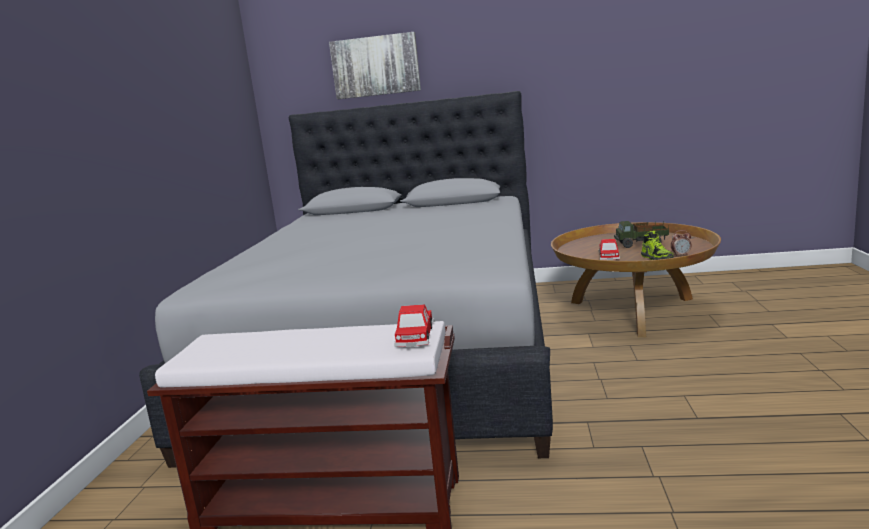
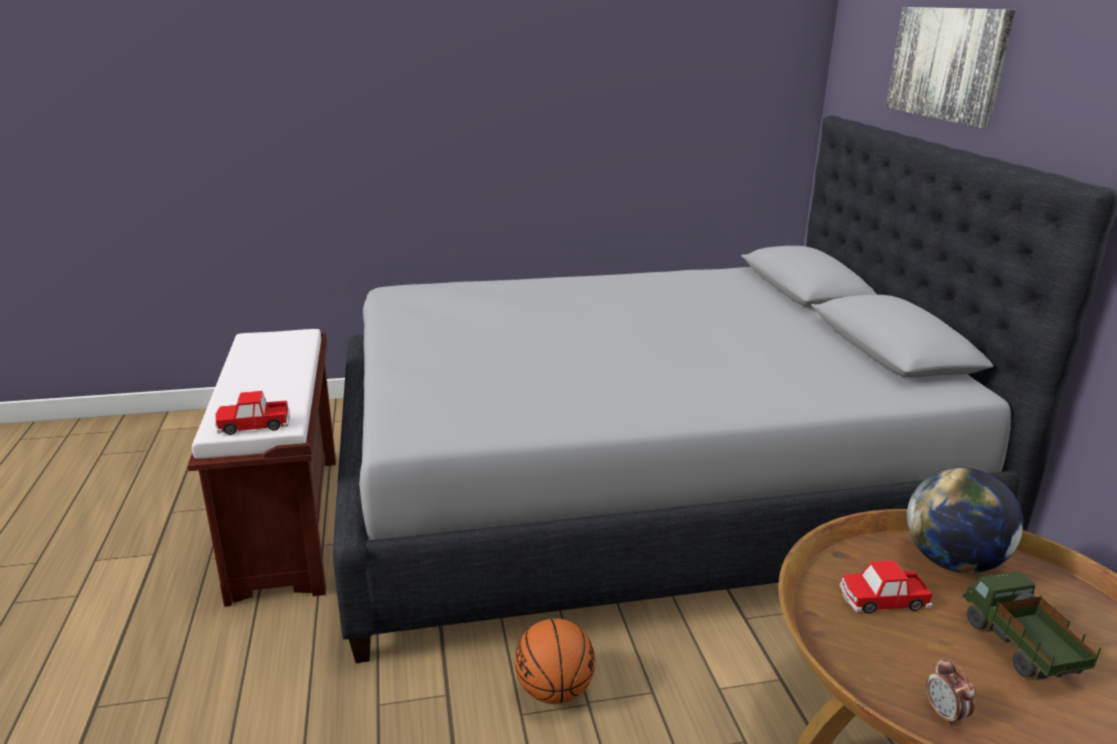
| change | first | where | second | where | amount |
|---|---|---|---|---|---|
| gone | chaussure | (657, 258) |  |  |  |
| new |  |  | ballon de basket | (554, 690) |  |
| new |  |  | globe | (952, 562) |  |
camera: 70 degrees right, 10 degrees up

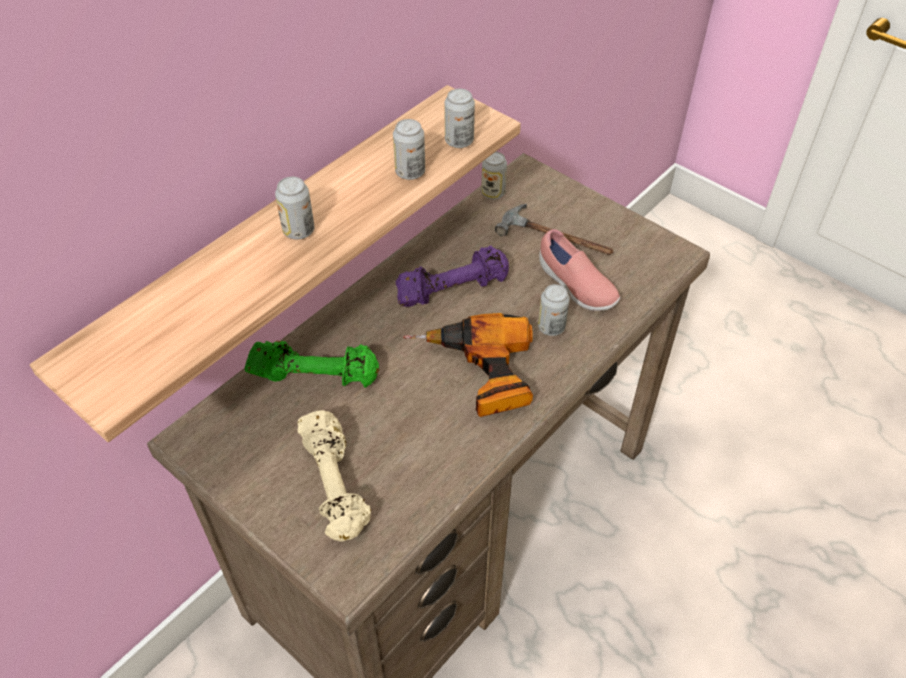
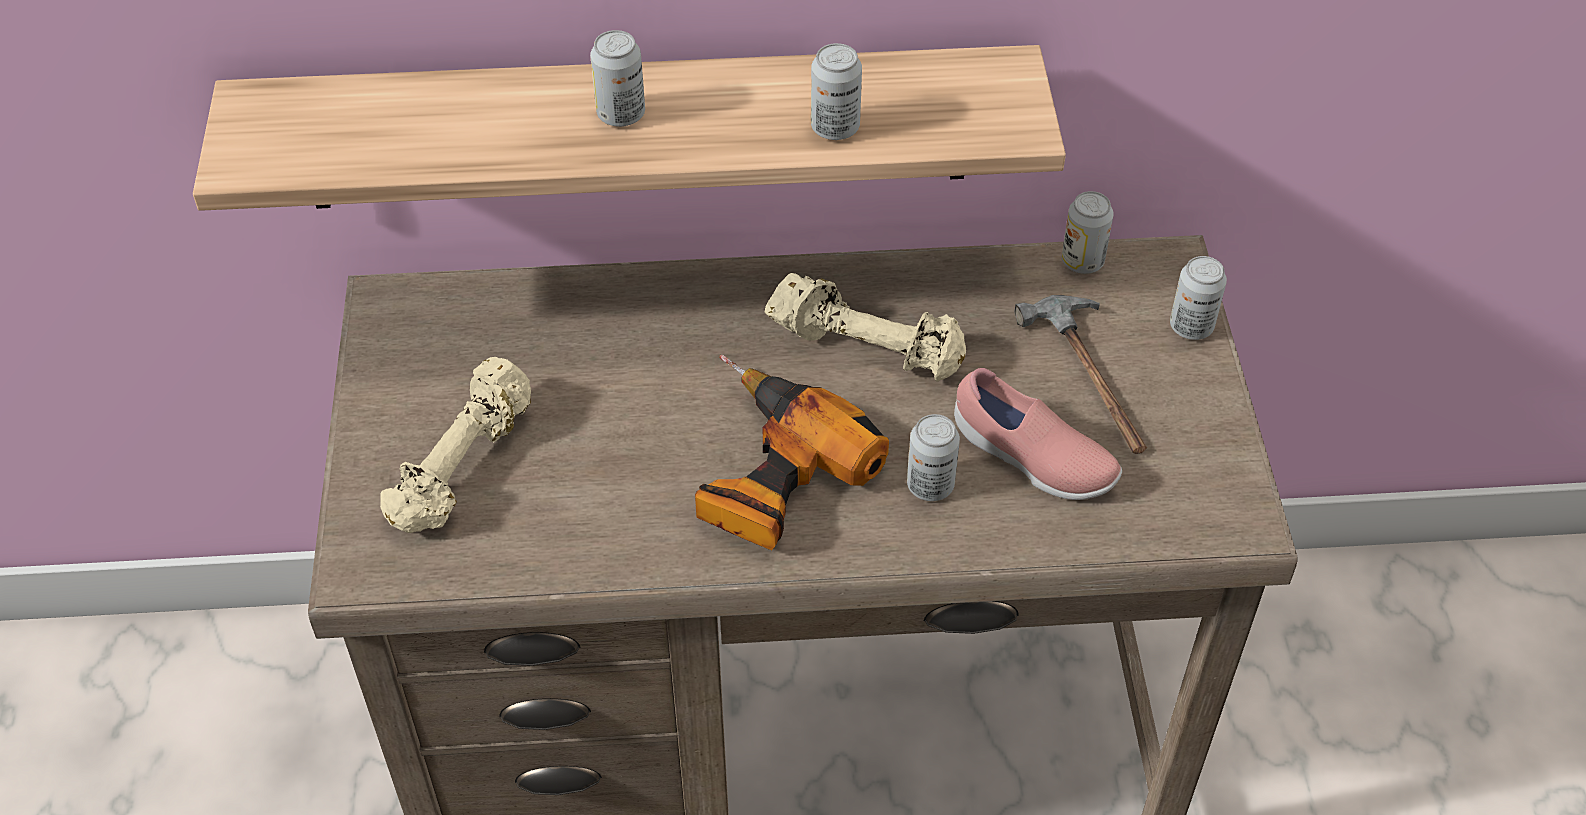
| change | first | where | second | where | amount |
|---|---|---|---|---|---|
| gone | haltère (vert) | (315, 375) |  |  |  |
| shifted | boîte métallique | (459, 141) |  | (1191, 326) |  |
| repainted | haltère (violet) | (451, 289) | haltère (beige) | (866, 346) |  |
| rotated | chaussure (rose) | (575, 286) |  | (1032, 459) | 60 degrees counterclockwise |
camera: 45 degrees right, 0 degrees up

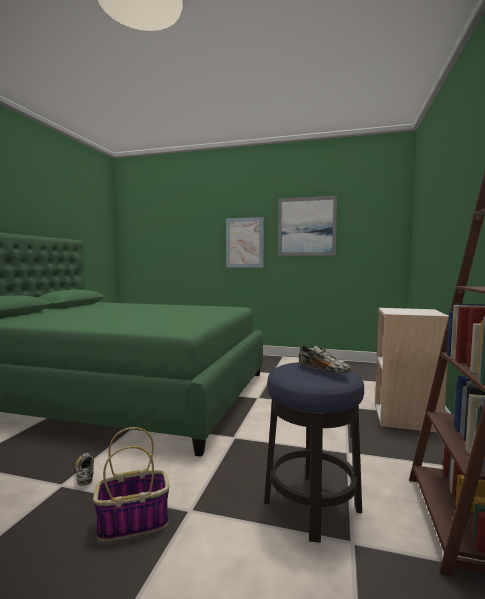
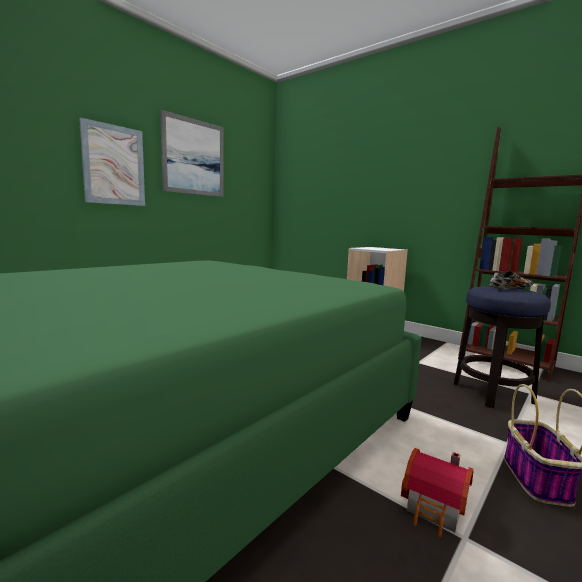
| change | first | where | second | where | amount |
|---|---|---|---|---|---|
| swapped | chaussure | (85, 474) | maison miniature | (436, 510) |  |
camera: 65 degrees left, 5 degrees up

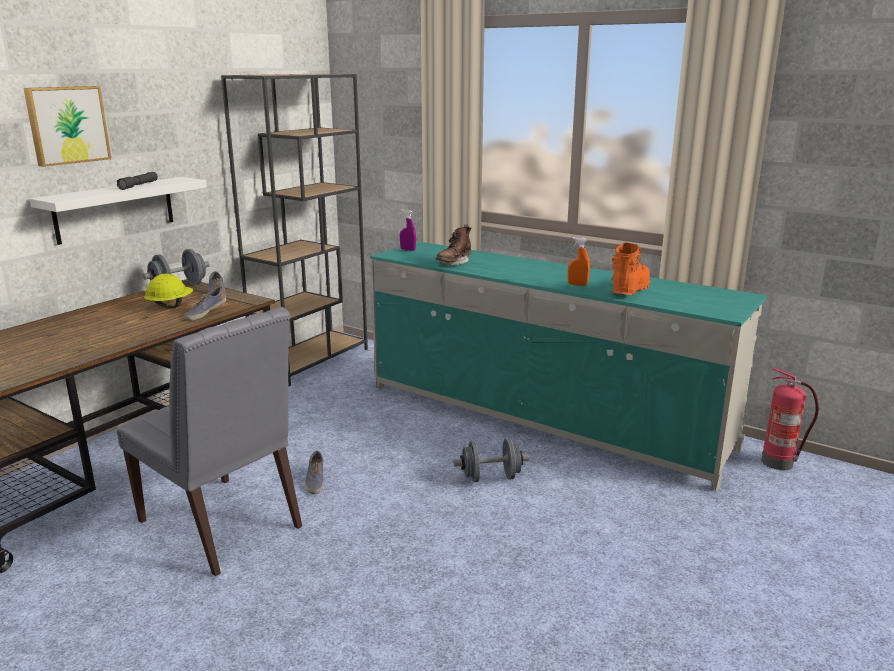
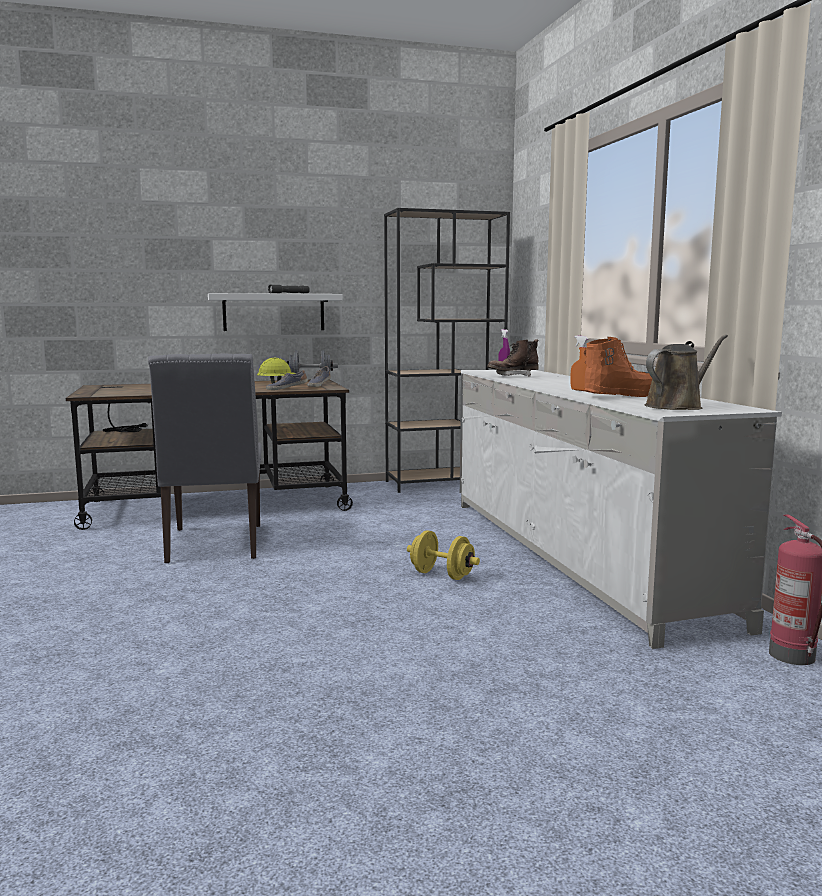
| change | first | where | second | where | amount |
|---|---|---|---|---|---|
| gone | tableau | (67, 125) |  |  |  |
| gone | chaussure | (315, 480) |  |  |  |
| new |  |  | arrosoir (marron) | (677, 406) |  |
| repainted | meuble de rangement (turquoise) | (541, 417) | meuble de rangement (blanc) | (573, 555) |  |
| repainted | haltère (gris) | (491, 477) | haltère (jaune) | (442, 575) |  |
camera: 40 degrees right, 10 degrees down

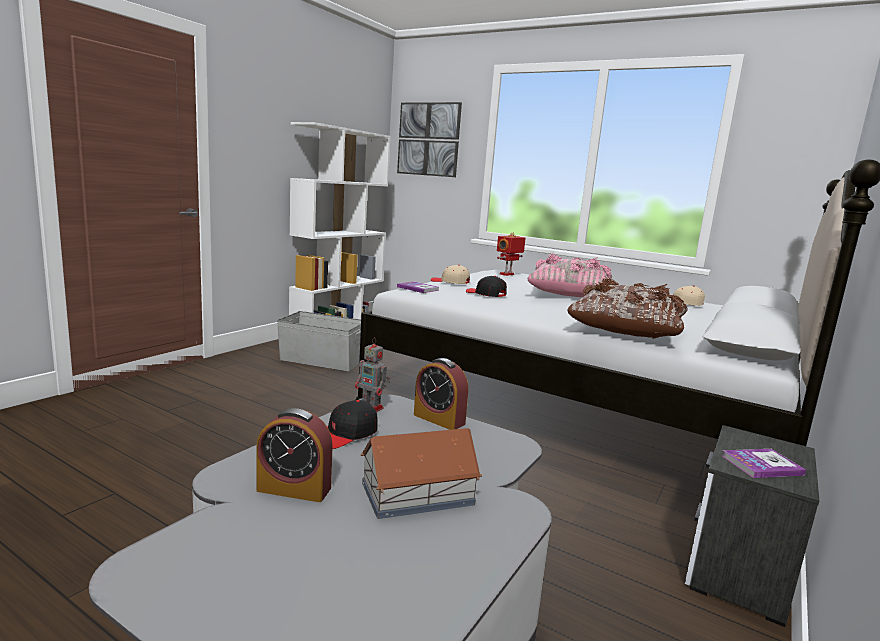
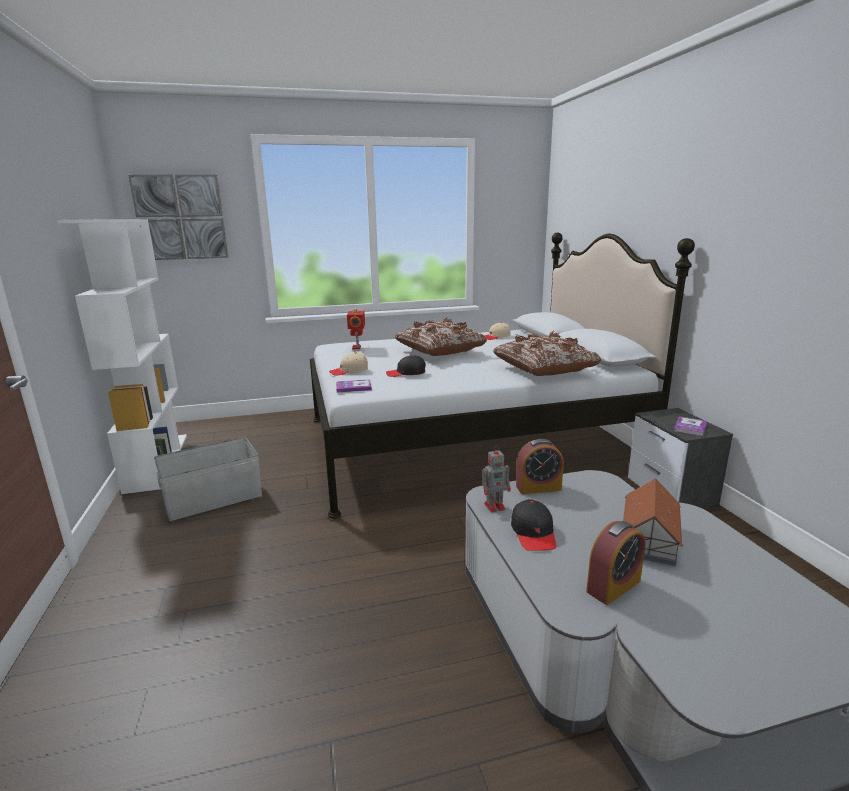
| change | first | where | second | where | amount |
|---|---|---|---|---|---|
| repainted | coussin (rose) | (569, 294) | coussin (marron) | (440, 352) |  |
camera: 45 degrees left, 5 degrees up

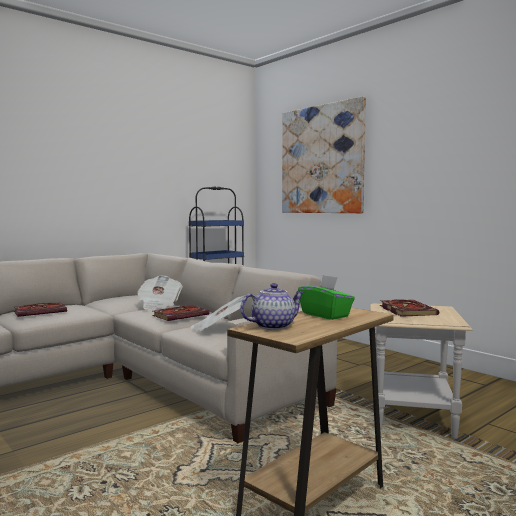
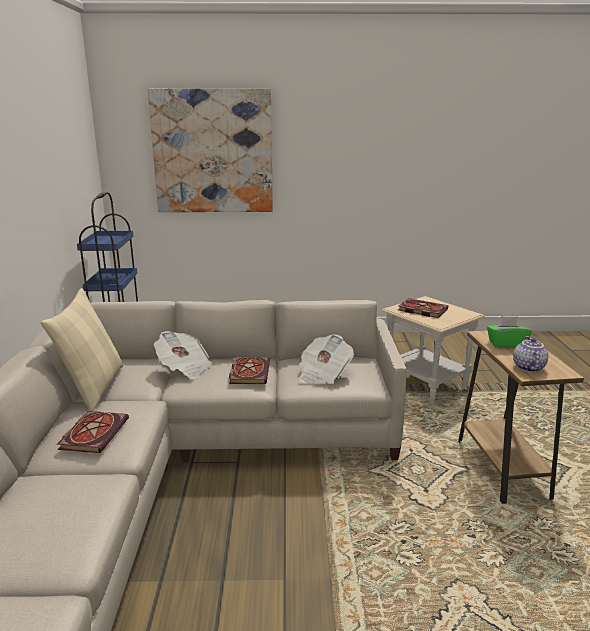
| change | first | where | second | where | amount |
|---|---|---|---|---|---|
| new |  |  | coussin (beige) | (94, 387) |  |
camera: 50 degrees left, 15 degrees up

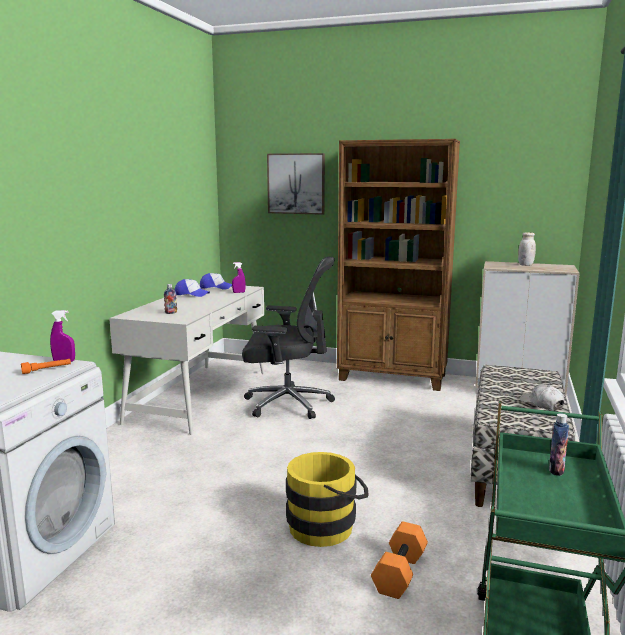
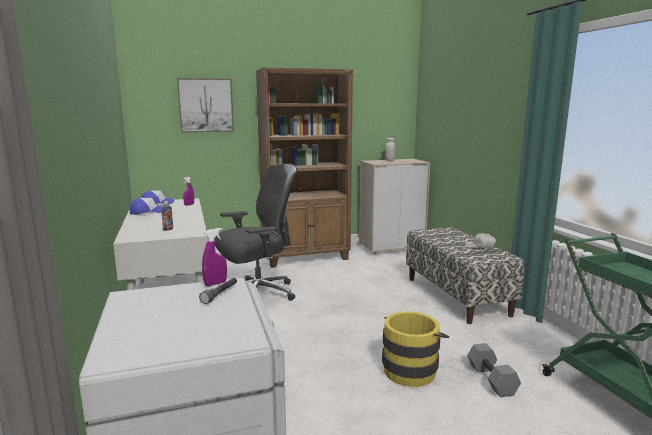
| change | first | where | second | where | amount |
|---|---|---|---|---|---|
| gone | bouteille | (556, 470) |  |  |  |
| repainted | lampe de poche (orange) | (47, 370) | lampe de poche (gris) | (220, 294) |  |
| repainted | haltère (orange) | (400, 573) | haltère (gris) | (492, 380) |  |
camera: 35 degrees left, 0 degrees up

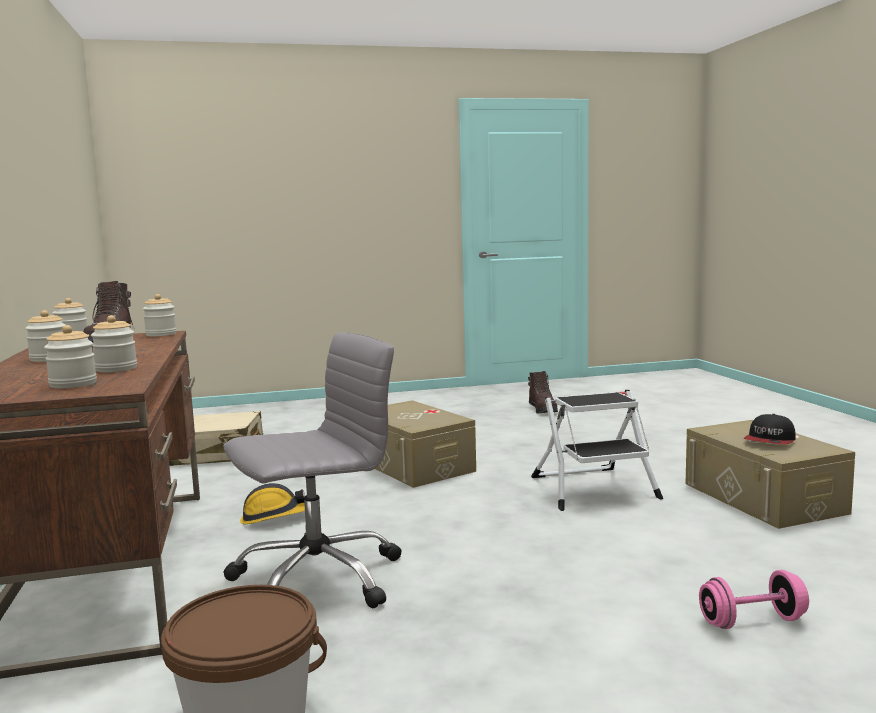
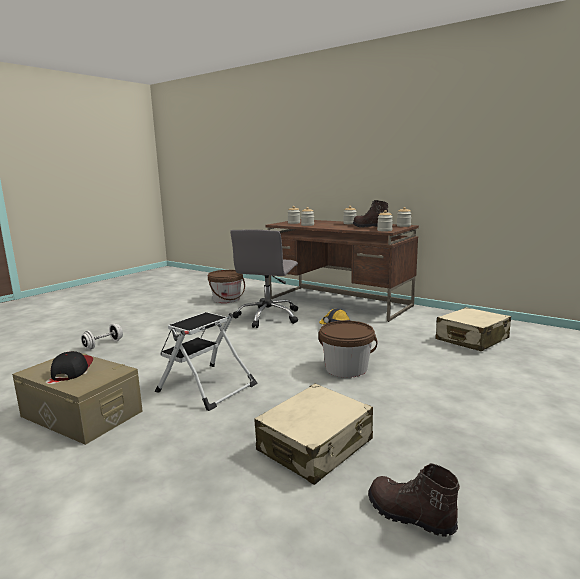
| change | first | where | second | where | amount |
|---|---|---|---|---|---|
| new |  |  | valise (beige) | (315, 446) |  |
| swapped | boîte de rangement (beige) | (413, 465) | seau (marron) | (346, 368) |  |
| repainted | haltère (rose) | (752, 621) | haltère (blanc) | (103, 344) |  |
camera: 140 degrees right, 5 degrees up

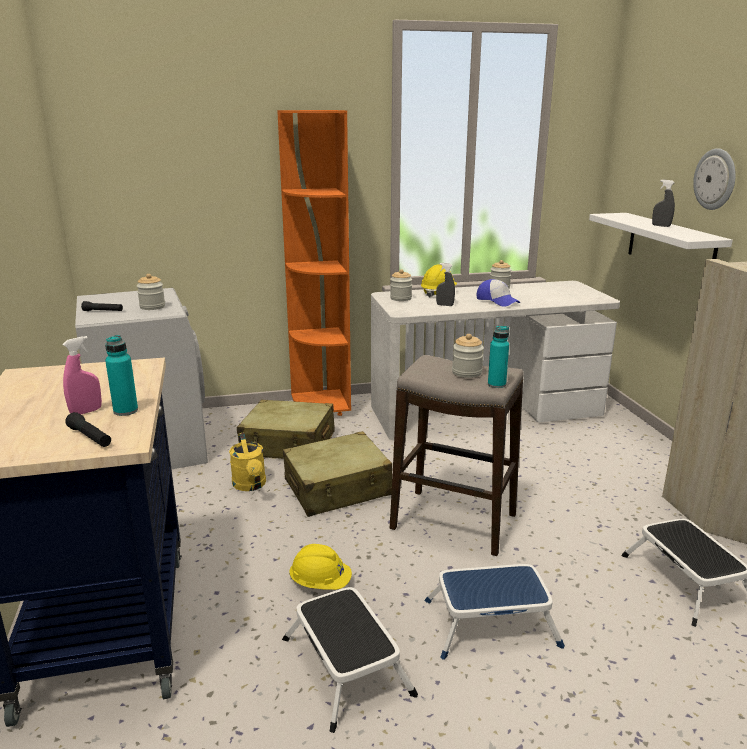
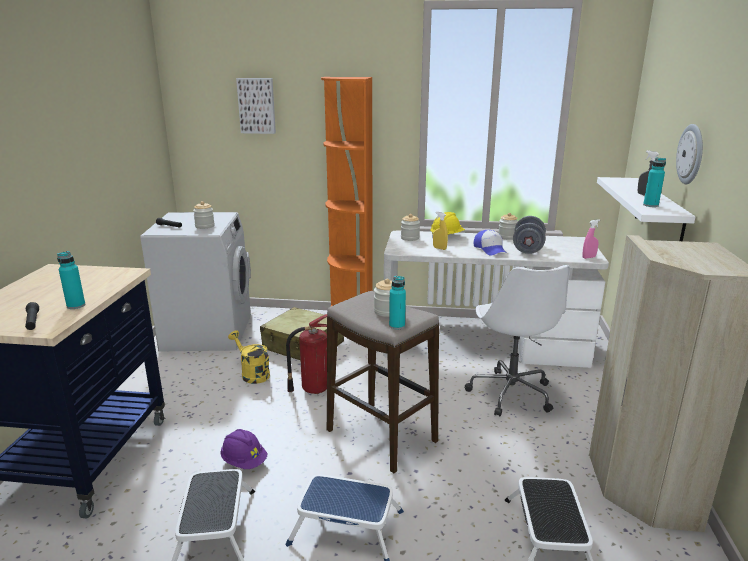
| change | first | where | second | where | amount |
|---|---|---|---|---|---|
| new |  |  | tableau | (257, 105) |  |
| new |  |  | chaise de bureau (blanc) | (511, 395) |  |
| new |  |  | haltère (gris) | (528, 249) |  |
| new |  |  | bouteille (turquoise) | (650, 205) |  |
| shifted | vaporisateur (rose) | (86, 412) |  | (589, 257) |  |
| swapped | valise (beige) | (338, 488) | extincteur | (313, 389) |  |
| repainted | casque de chantier (jaune) | (320, 583) | casque de chantier (violet) | (244, 461) |  |
| repainted | vaporisateur (gris) | (444, 305) | vaporisateur (jaune) | (439, 248) |  |
| rotated | arrosoir (jaune) | (250, 485) |  | (252, 374) | 135 degrees clockwise |
camera: 20 degrees right, 0 degrees up

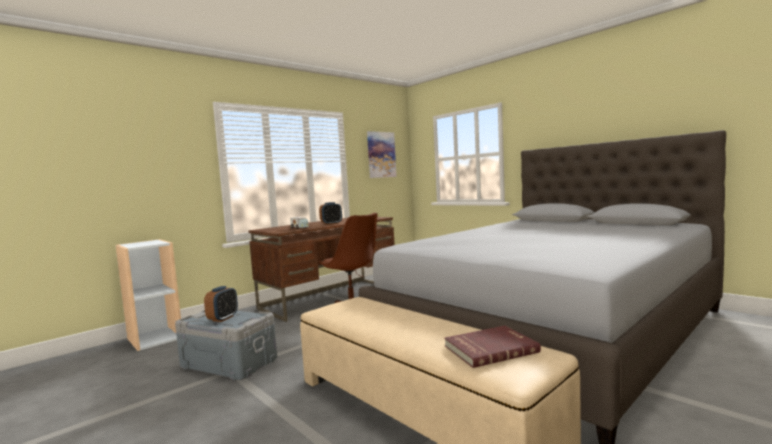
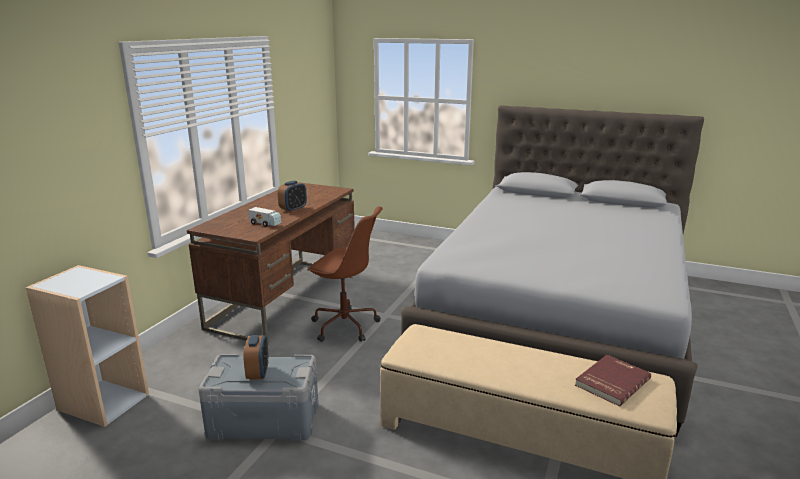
| change | first | where | second | where | amount |
|---|---|---|---|---|---|
| gone | tableau | (381, 155) |  |  |  |
camera: 25 degrees left, 15 degrees up

